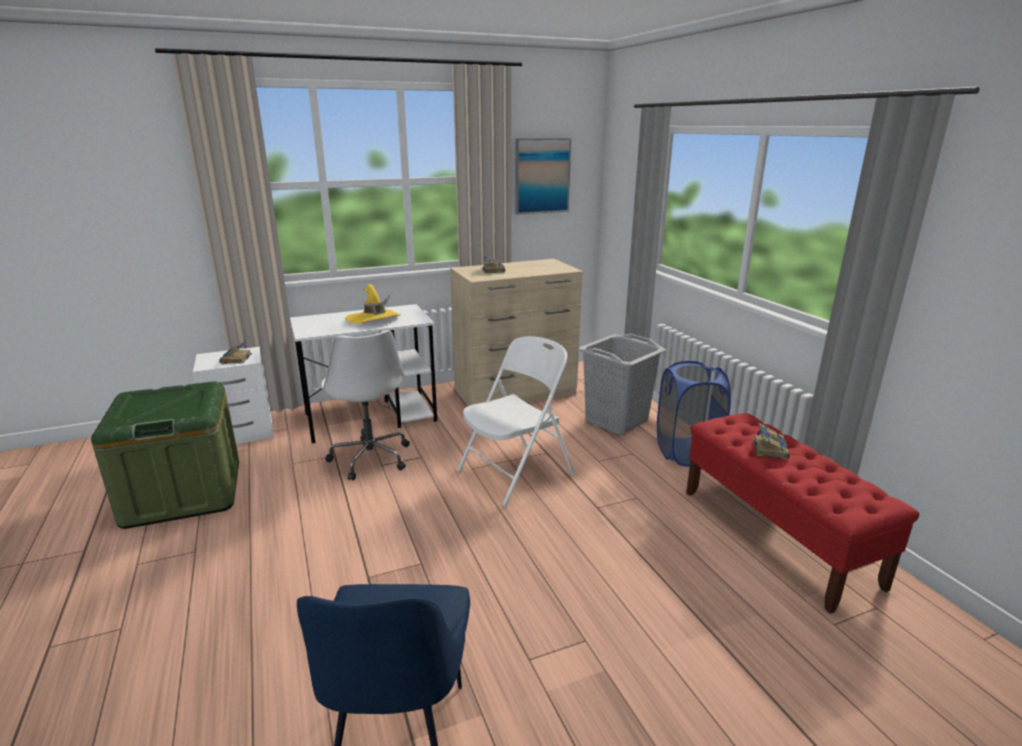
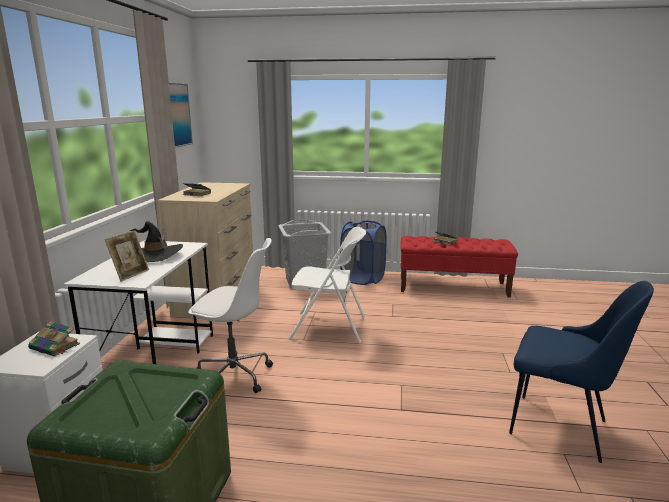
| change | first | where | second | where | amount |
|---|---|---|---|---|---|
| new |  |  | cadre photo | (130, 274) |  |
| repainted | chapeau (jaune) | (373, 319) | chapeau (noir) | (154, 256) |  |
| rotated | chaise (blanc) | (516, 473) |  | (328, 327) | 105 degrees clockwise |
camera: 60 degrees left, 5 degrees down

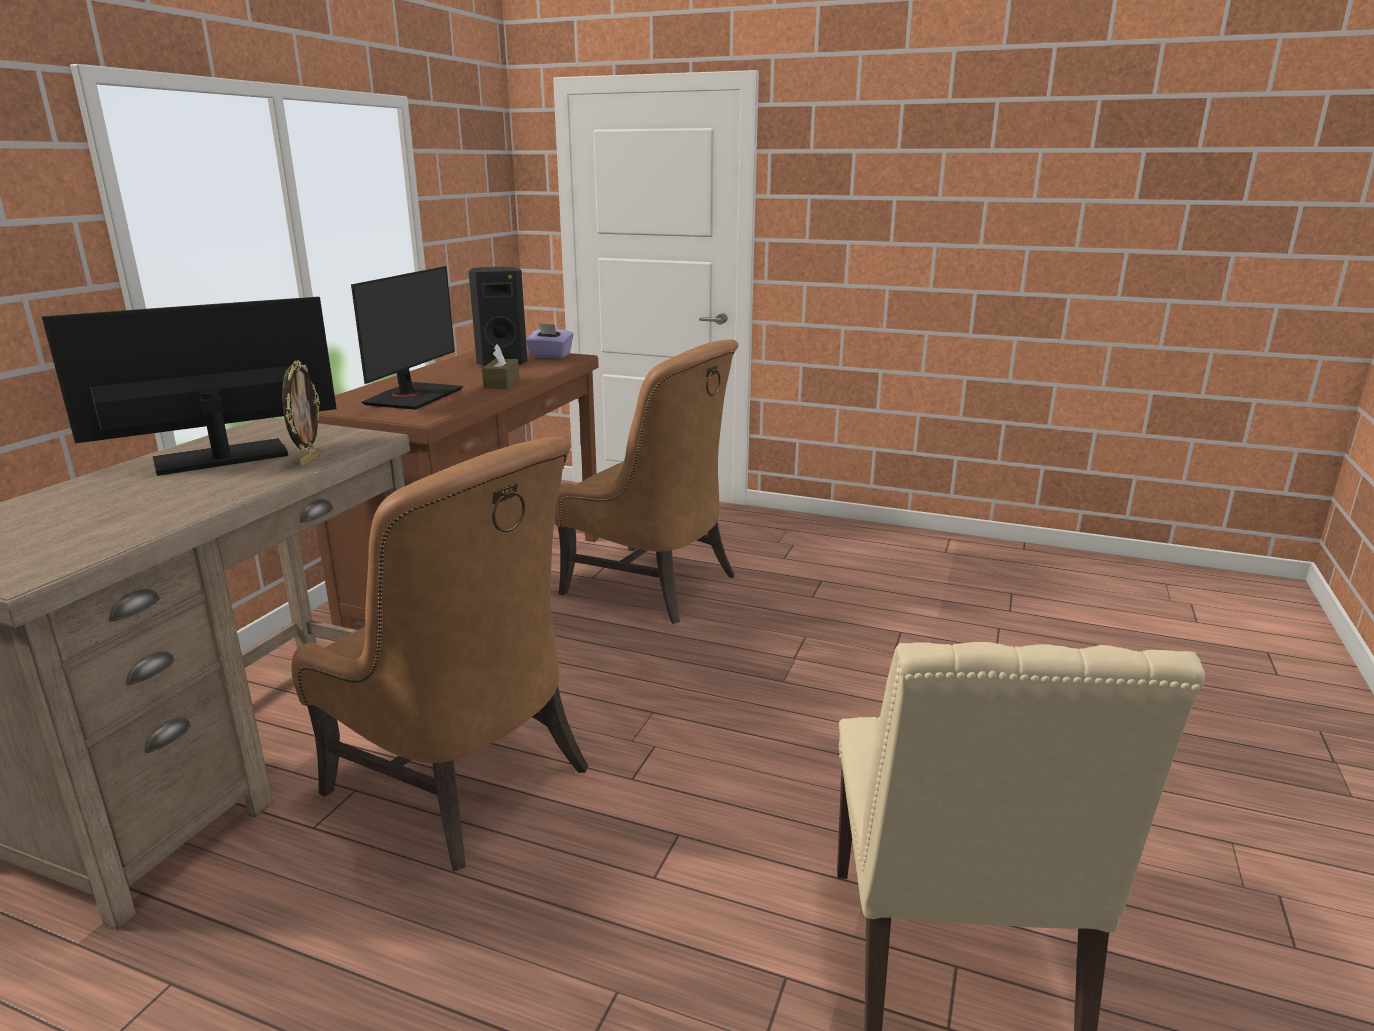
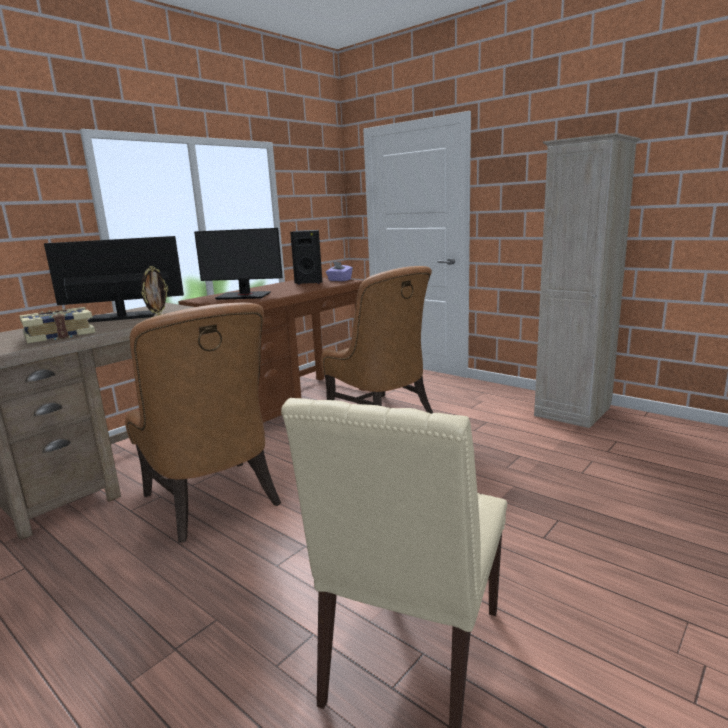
| change | first | where | second | where | amount |
|---|---|---|---|---|---|
| gone | boîte à mouchoirs (marron) | (501, 383) |  |  |  |
| new |  |  | livre | (59, 335) |  |
| new |  |  | meuble de rangement (beige) | (573, 411) |  |
| rotated | écran d'ordinateur | (412, 397) |  | (244, 296) | 60 degrees clockwise |
camera: 20 degrees right, 5 degrees down

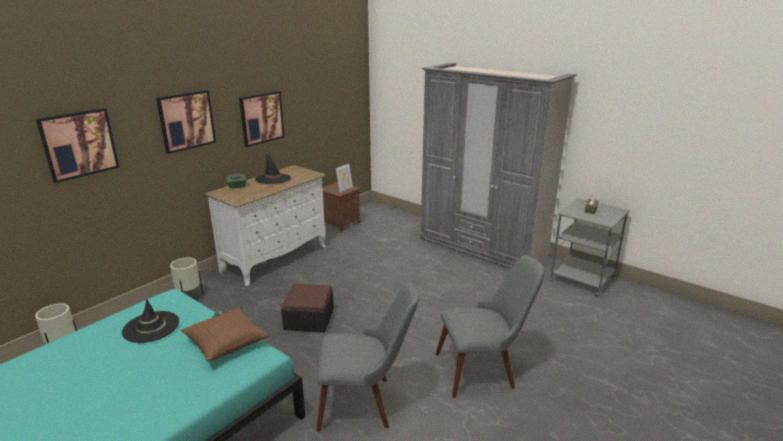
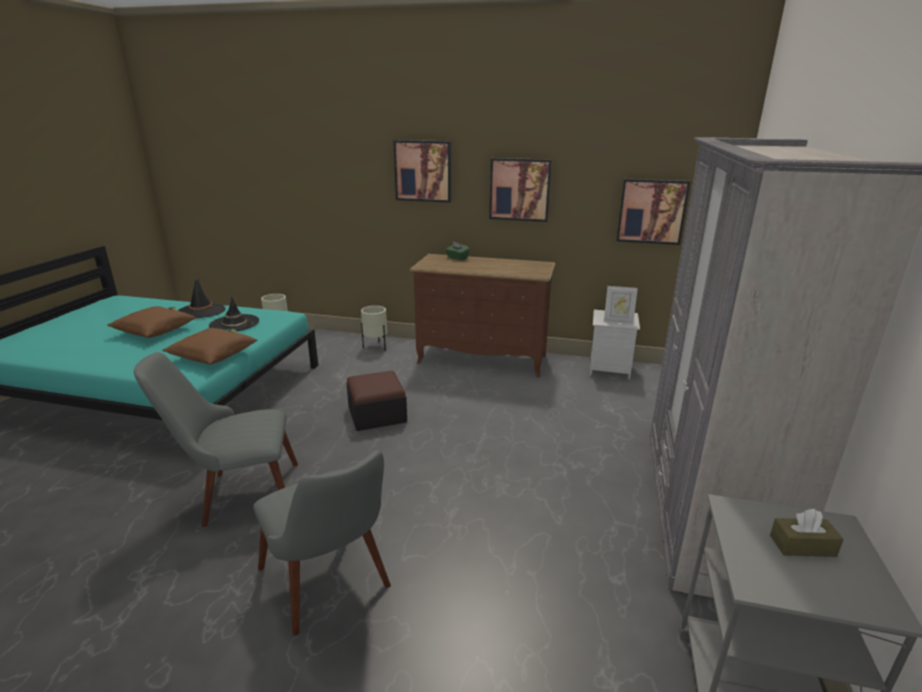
| change | first | where | second | where | amount |
|---|---|---|---|---|---|
| new |  |  | coussin (marron) | (155, 331) |  |
| shifted | tableau | (79, 144) |  | (651, 211) |  |
| shifted | chapeau (noir) | (273, 179) |  | (202, 311) |  |
| repainted | commode (blanc) | (276, 259) | commode (marron) | (481, 359) |  |
| repainted | table de chevet (marron) | (341, 223) | table de chevet (gris) | (610, 368) |  |
| rotated | chaise (gris) | (366, 402) |  | (237, 495) | 105 degrees clockwise |
camera: 65 degrees right, 0 degrees up

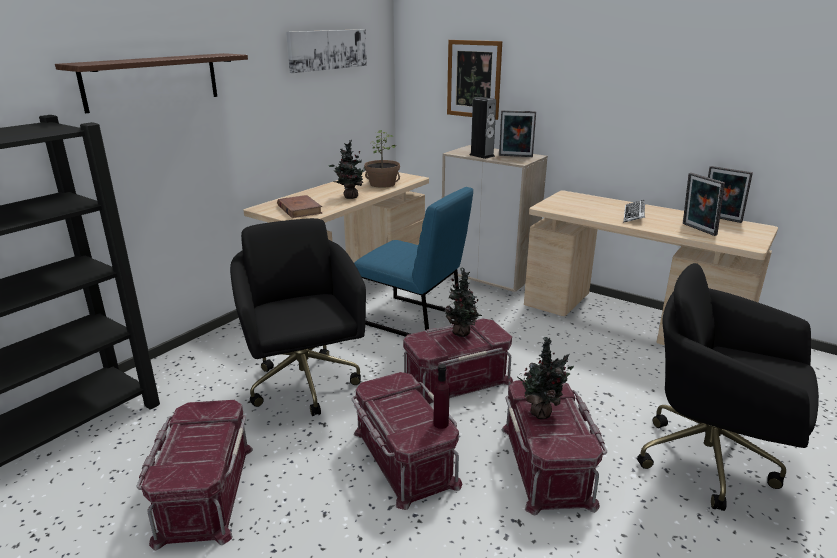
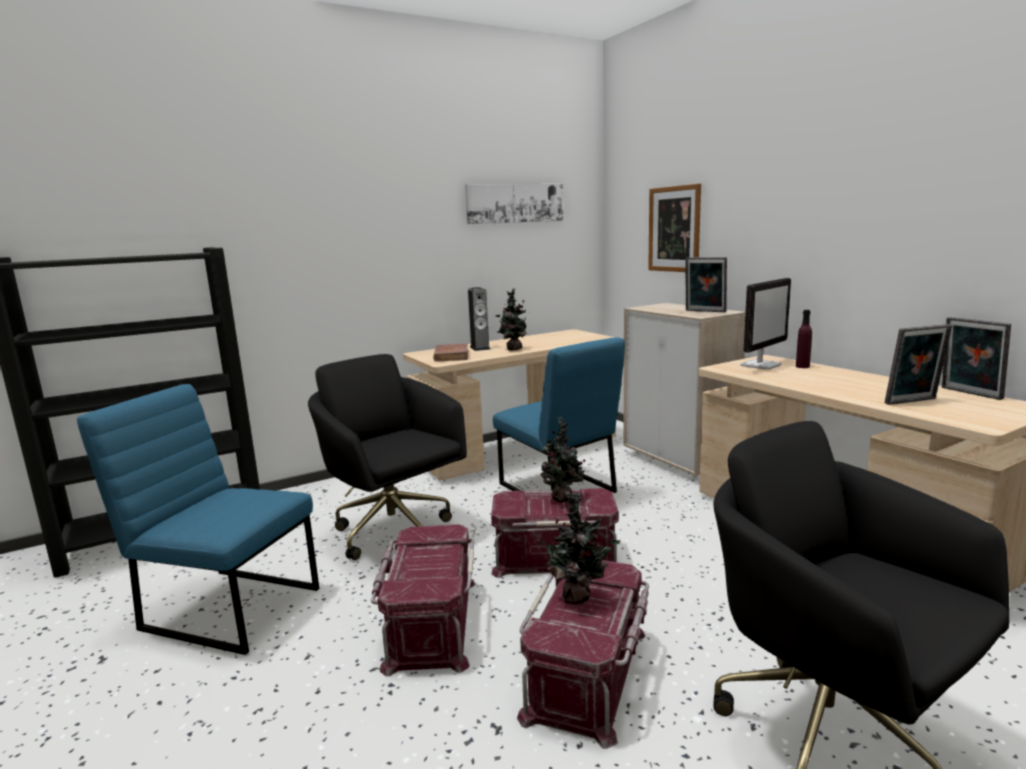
| change | first | where | second | where | amount |
|---|---|---|---|---|---|
| gone | étagère | (152, 81) |  |  |  |
| gone | plante en pot | (382, 184) |  |  |  |
| gone | clavier | (634, 215) |  |  |  |
| new |  |  | écran d'ordinateur | (760, 365) |  |
| shifted | bouteille (violet) | (441, 423) |  | (802, 366) |  |
| shifted | enceinte | (482, 155) |  | (480, 348) |  |
| swapped | boîte de rangement (rouge) | (204, 492) | chaise (bleu) | (229, 606) |  |
| rotated | chaise de bureau (noir) | (306, 388) |  | (396, 534) | 45 degrees counterclockwise |
| rotated | cadre photo | (697, 229) |  | (913, 402) | 105 degrees counterclockwise |
camera: 25 degrees right, 10 degrees down

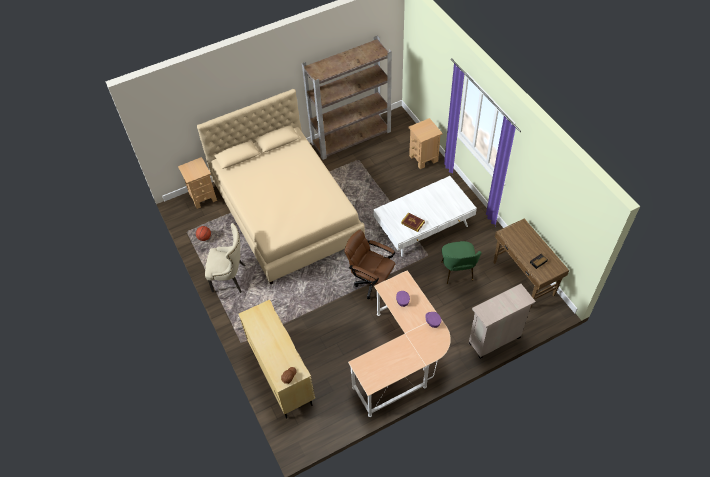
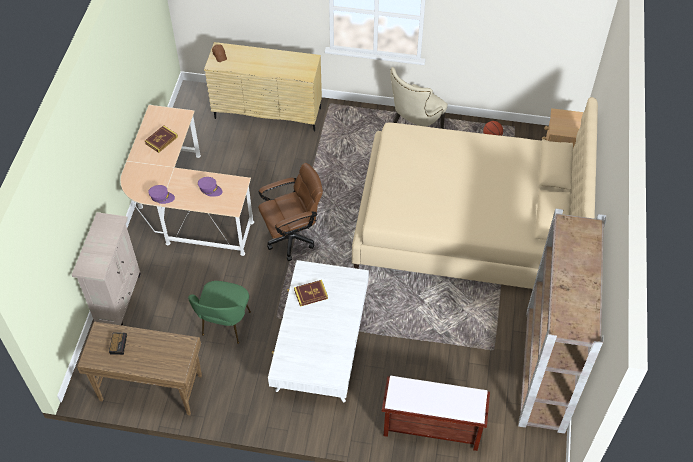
| change | first | where | second | where | amount |
|---|---|---|---|---|---|
| new |  |  | livre | (161, 140) |  |
| swapped | table de chevet (beige) | (423, 159) | banc (marron) | (431, 428) |  |
| rotated | chaise (vert) | (457, 274) |  | (224, 327) | 105 degrees counterclockwise |
camera: 125 degrees right, 0 degrees up

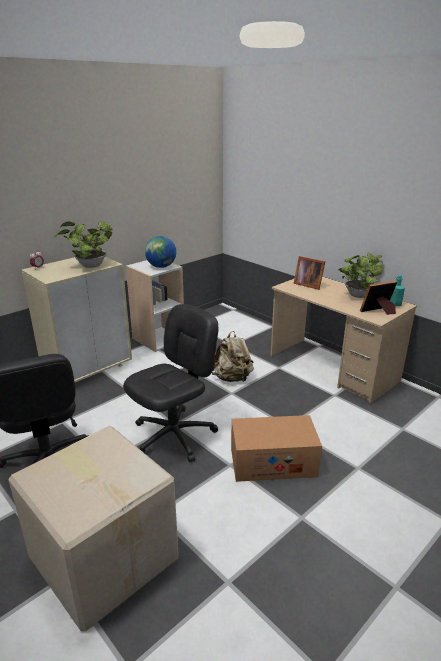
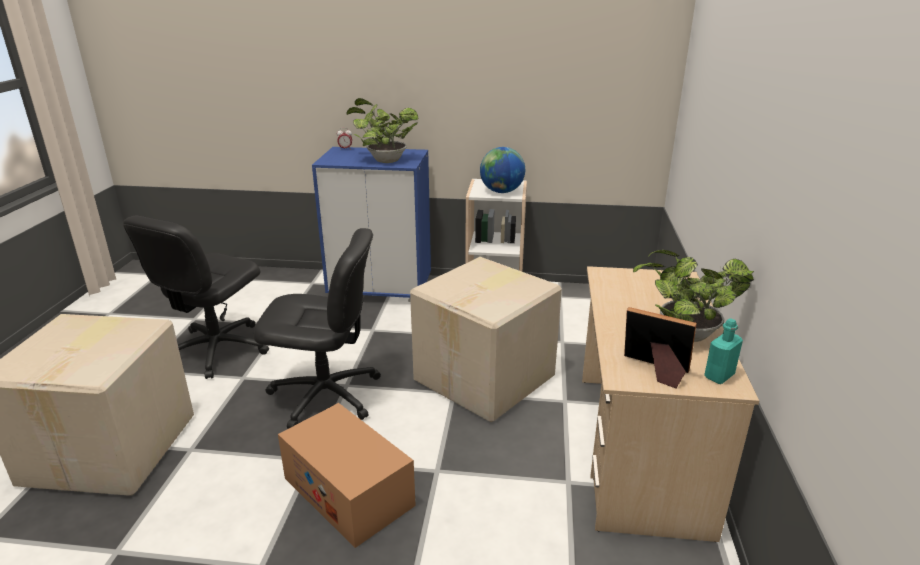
| change | first | where | second | where | amount |
|---|---|---|---|---|---|
| gone | cadre photo | (307, 284) |  |  |  |
| swapped | sac à dos (beige) | (232, 378) | carton | (486, 378) |  |
| repainted | meuble de rangement (beige) | (88, 368) | meuble de rangement (bleu) | (381, 289) |  |
camera: 50 degrees right, 0 degrees up

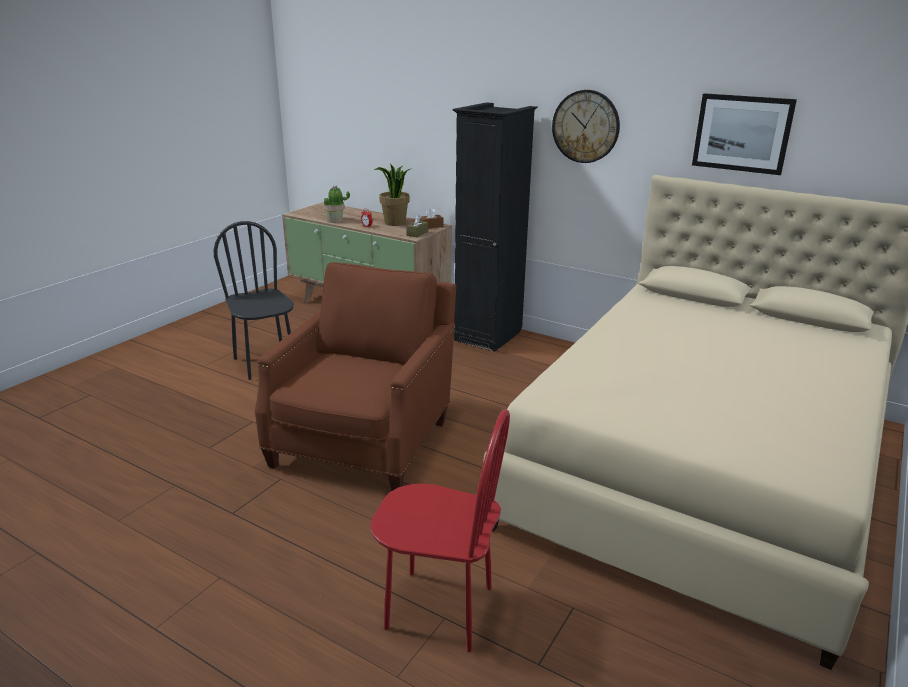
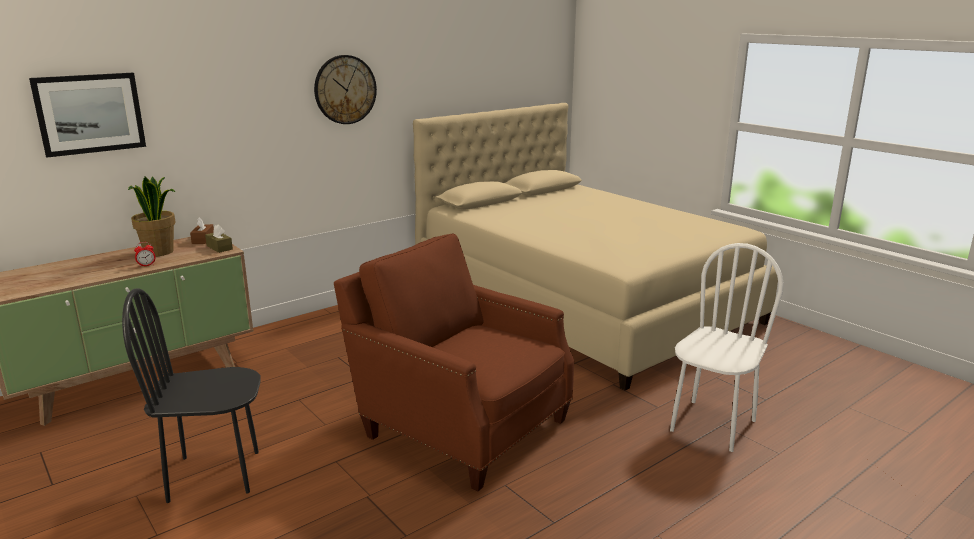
| change | first | where | second | where | amount |
|---|---|---|---|---|---|
| gone | plante en pot | (335, 220) |  |  |  |
| gone | meuble de rangement (noir) | (488, 336) |  |  |  |
| shifted | tableau | (742, 133) |  | (90, 113) |  |
| repainted | chaise (rouge) | (439, 608) | chaise (blanc) | (712, 425) |  |
camera: 70 degrees left, 5 degrees down

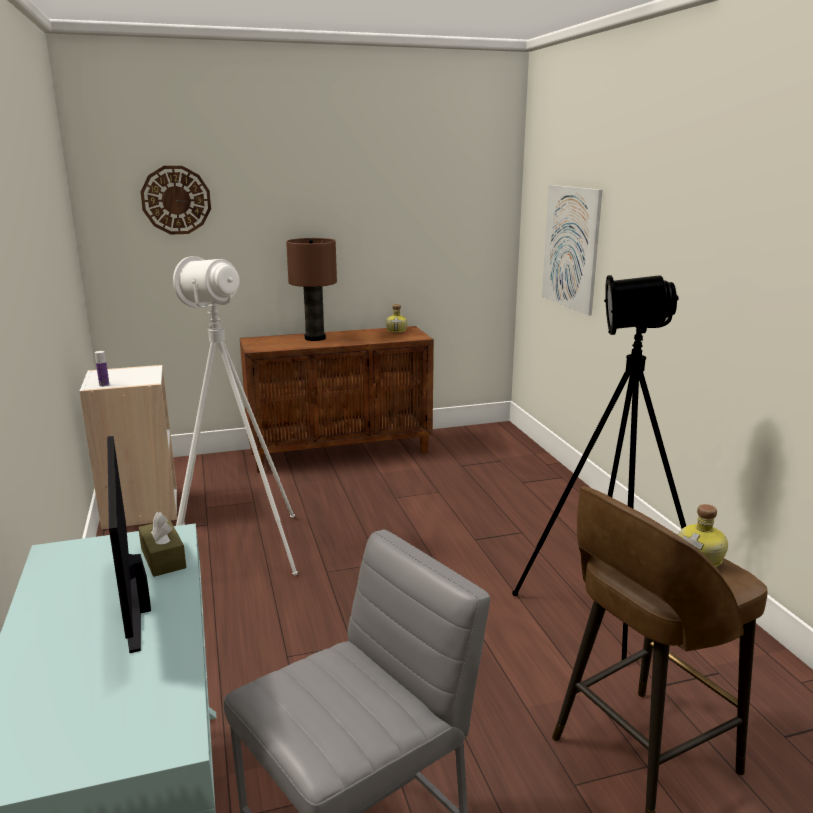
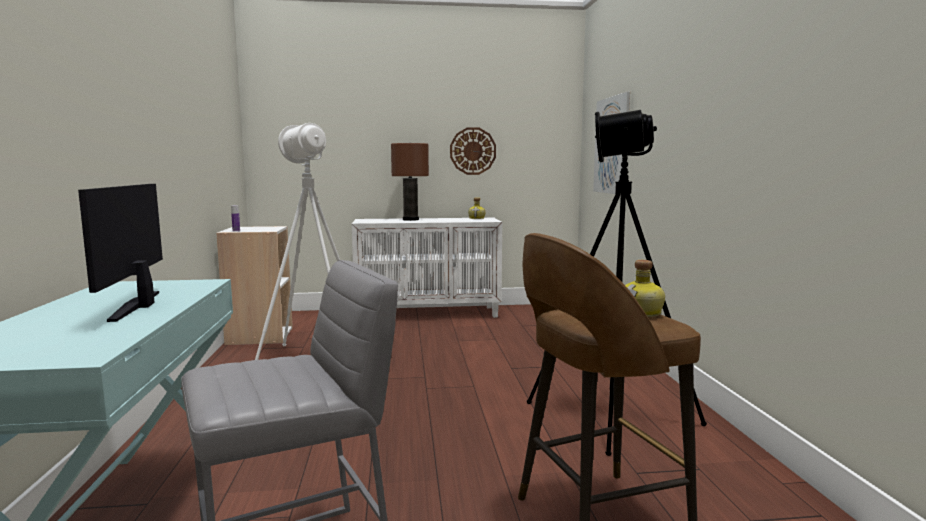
| change | first | where | second | where | amount |
|---|---|---|---|---|---|
| gone | boîte à mouchoirs (marron) | (163, 558) |  |  |  |
| shifted | horloge murale | (176, 200) |  | (473, 151) |  |
| repainted | meuble de rangement (marron) | (340, 452) | meuble de rangement (blanc) | (428, 313) |  |
camera: 10 degrees right, 10 degrees down

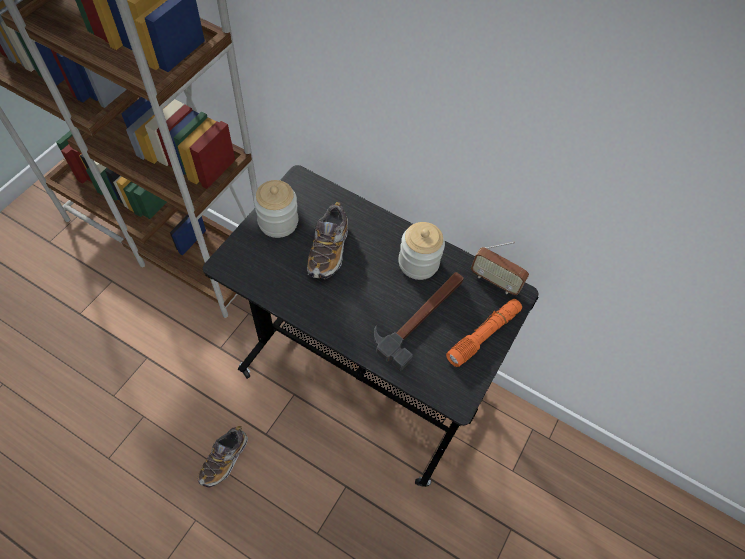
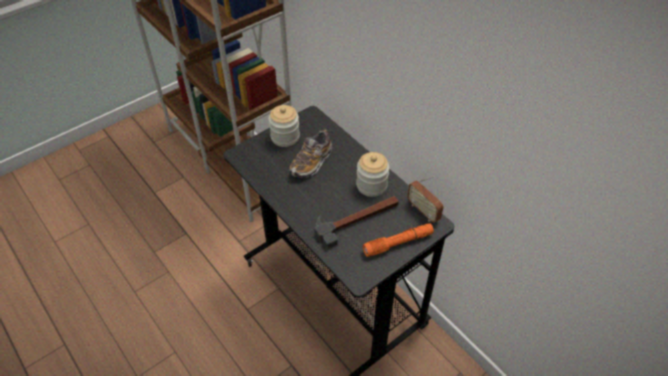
| change | first | where | second | where | amount |
|---|---|---|---|---|---|
| gone | chaussure | (224, 459) |  |  |  |
camera: 25 degrees right, 10 degrees down

